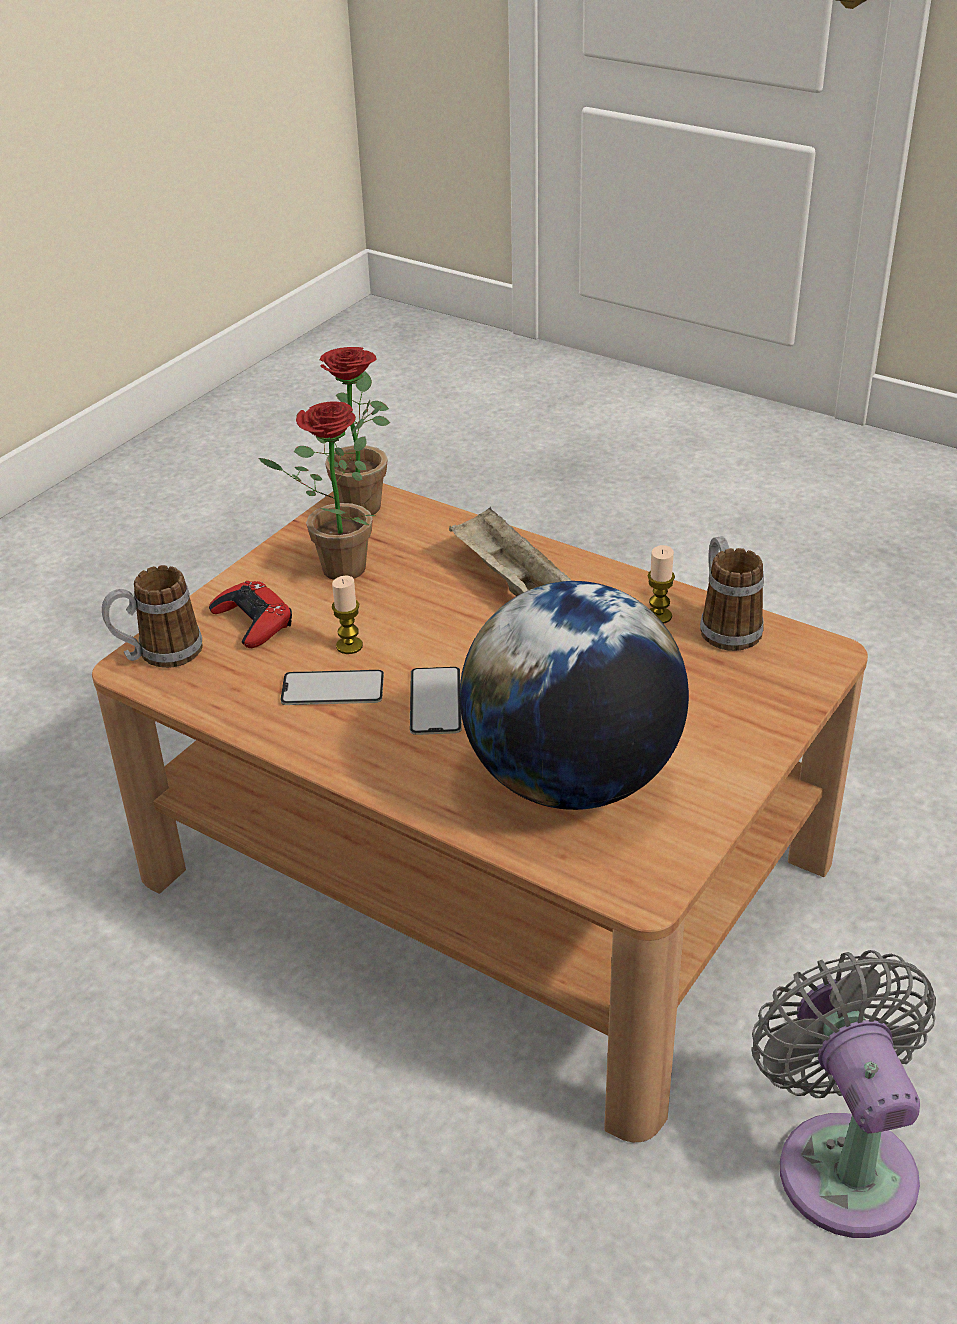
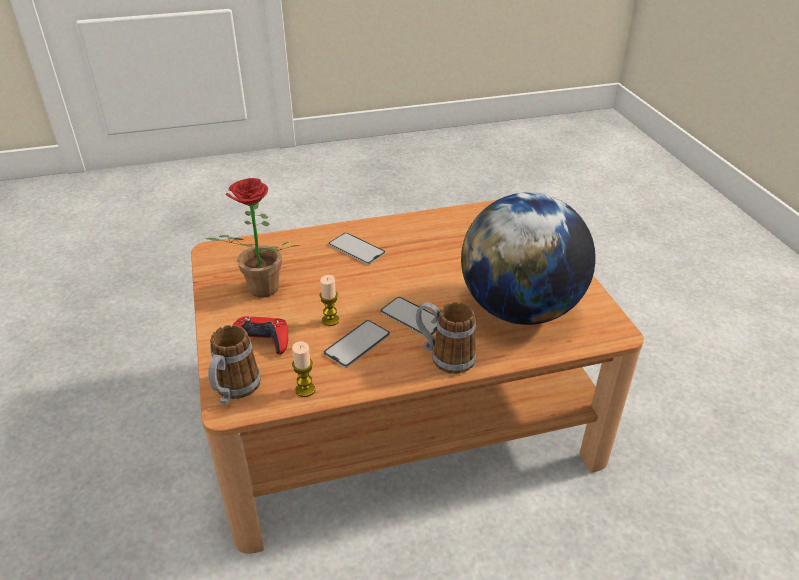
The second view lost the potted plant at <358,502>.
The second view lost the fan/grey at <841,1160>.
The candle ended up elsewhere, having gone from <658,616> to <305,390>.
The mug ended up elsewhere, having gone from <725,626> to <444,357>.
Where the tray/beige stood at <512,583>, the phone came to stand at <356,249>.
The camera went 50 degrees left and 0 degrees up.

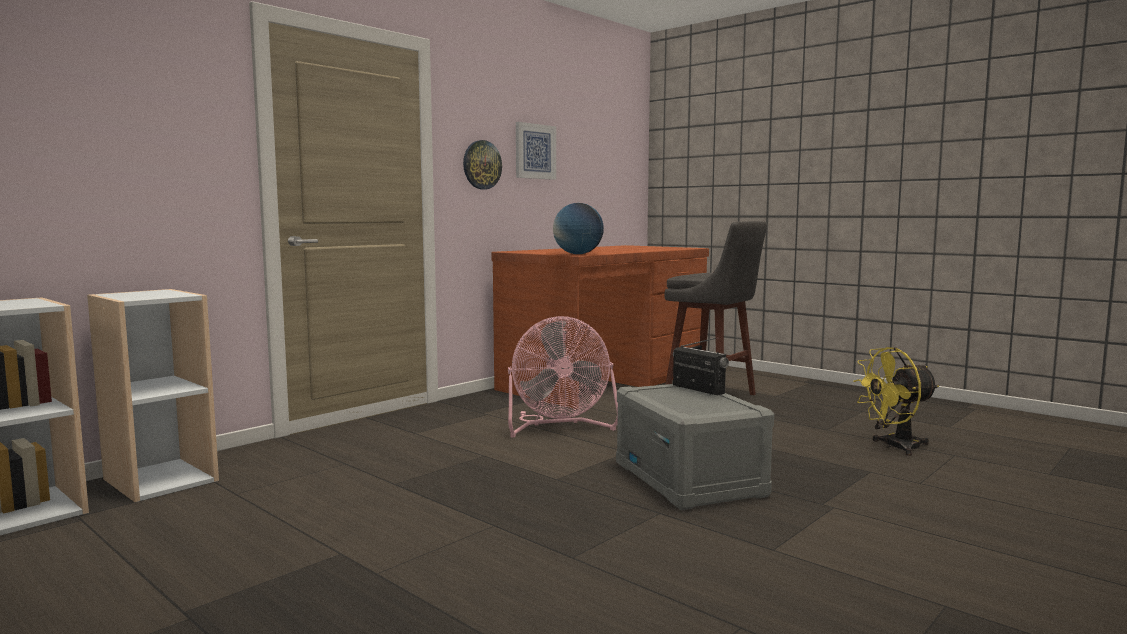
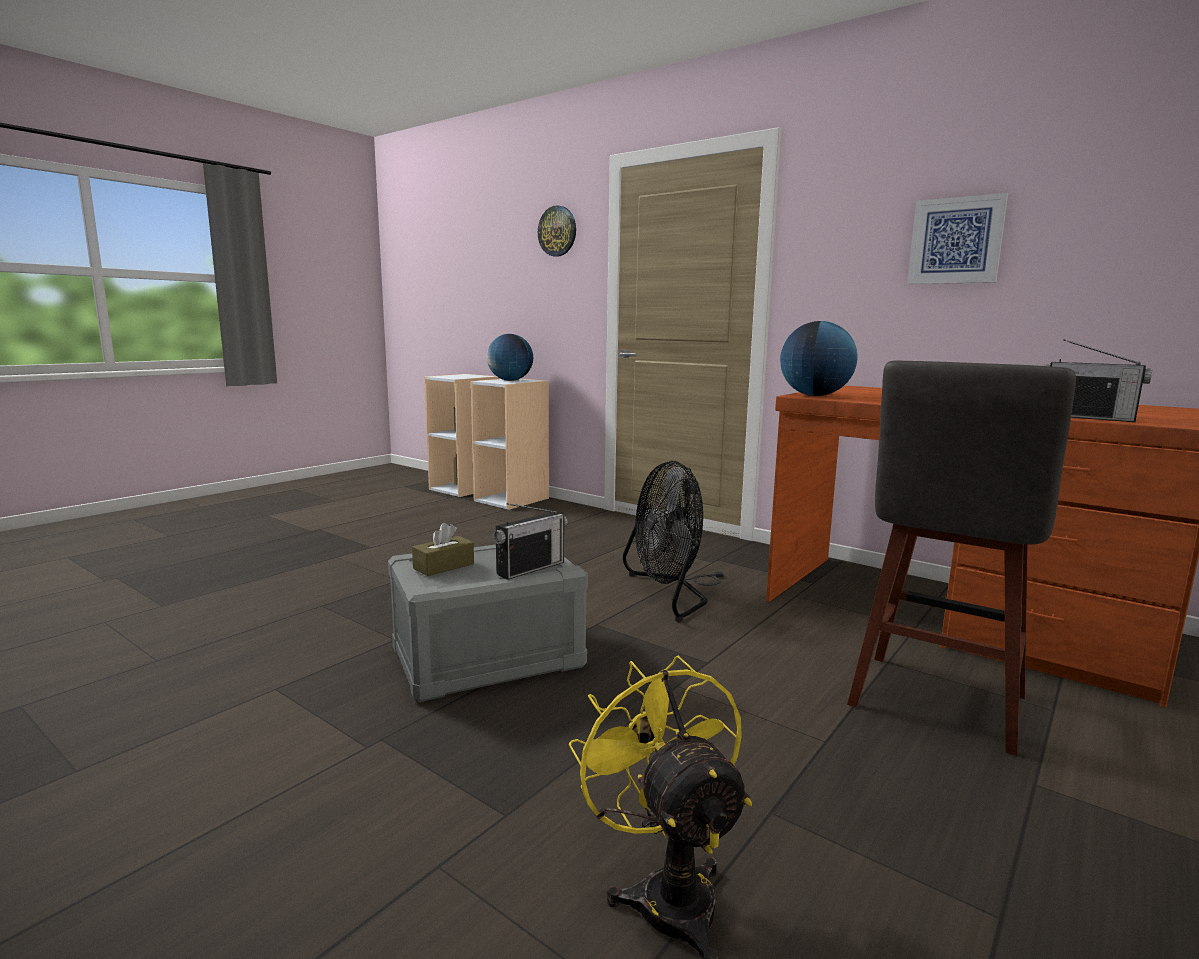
The second view gained the tissue box/brown at <444,566>.
The second view gained the globe at <510,380>.
The second view gained the radio at <1087,418>.
The wall clock ended up elsewhere, having gone from <481,165> to <557,231>.
What was the fan/pink at <555,427> turned into the fan/black at <674,592>.
The camera went 85 degrees right and 5 degrees up.

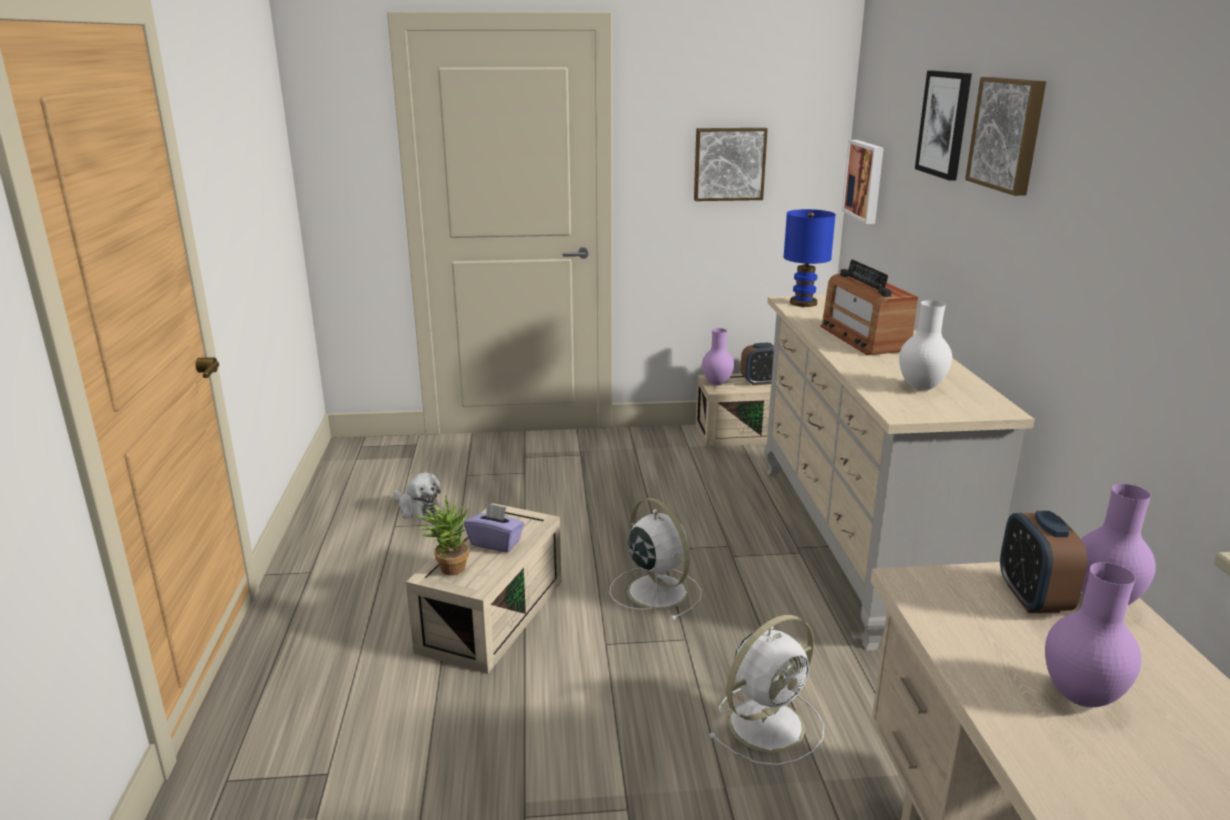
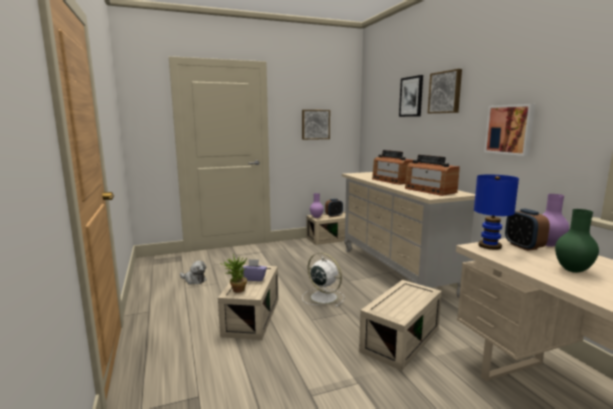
The table lamp/blue ended up elsewhere, having gone from <802,303> to <489,246>.
The picture ended up elsewhere, having gone from <865,180> to <510,129>.
Where the fan/white stood at <769,723>, the storage box/beige came to stand at <400,338>.
Where the vase/white stood at <922,388>, the radio came to stand at <429,190>.
What was the vase/purple at <1078,697> turned into the vase/green at <572,270>.
The camera went 15 degrees left and 10 degrees down.

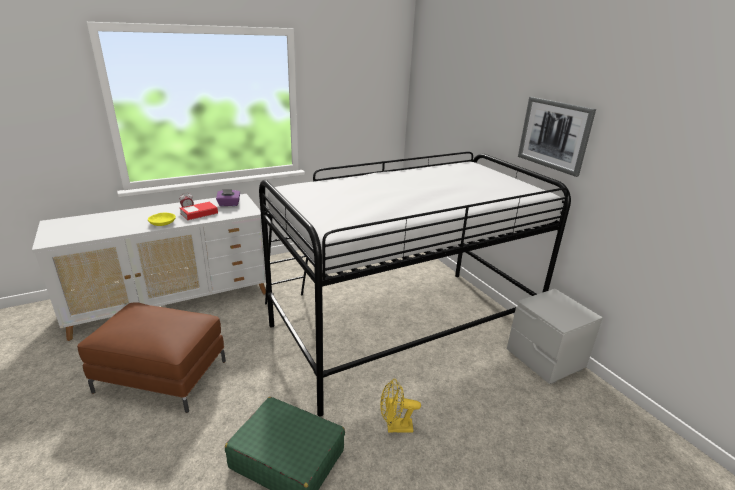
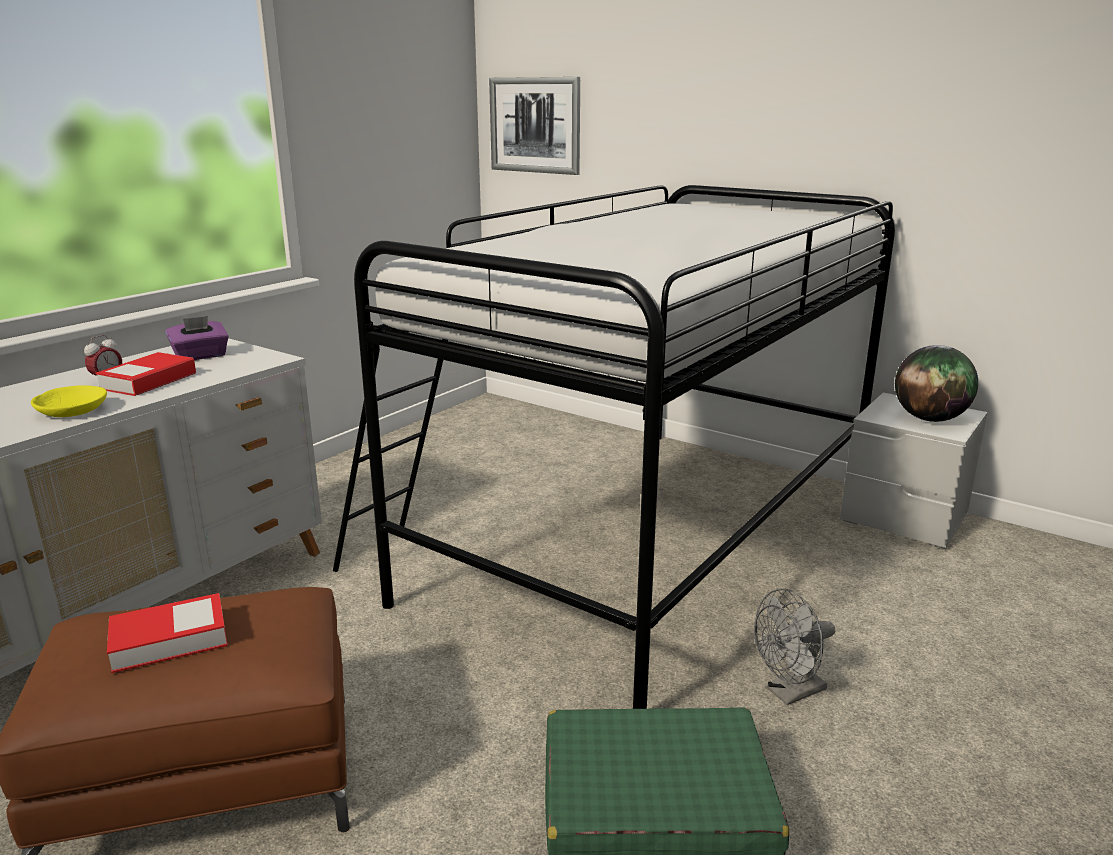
The second view gained the book at <170,640>.
The second view gained the globe at <930,419>.
The picture ended up elsewhere, having gone from <554,135> to <535,125>.
What was the fan/yellow at <395,427> turned into the fan/grey at <789,693>.
The camera went 25 degrees left and 5 degrees down.

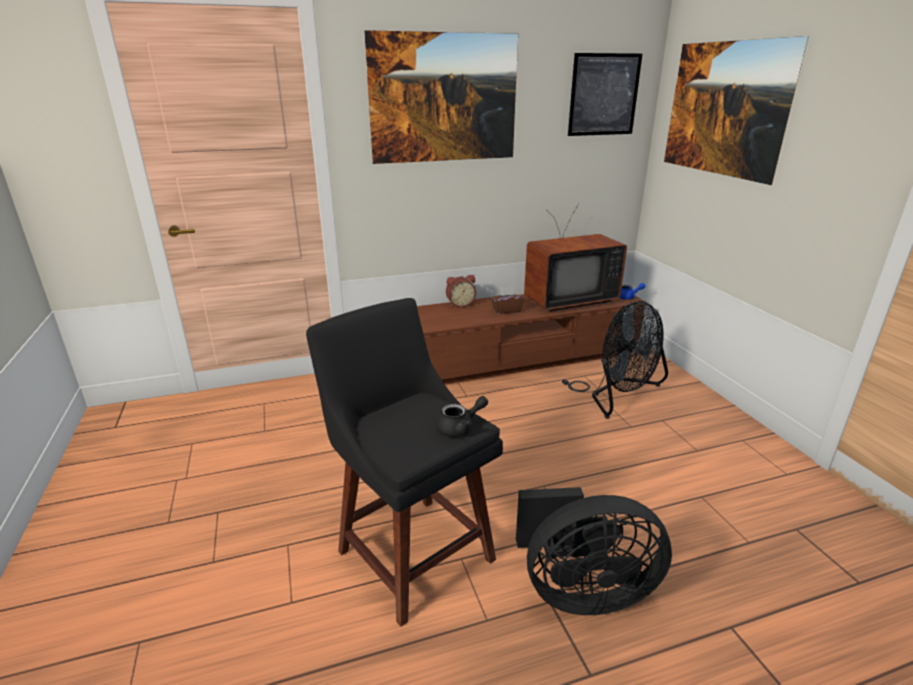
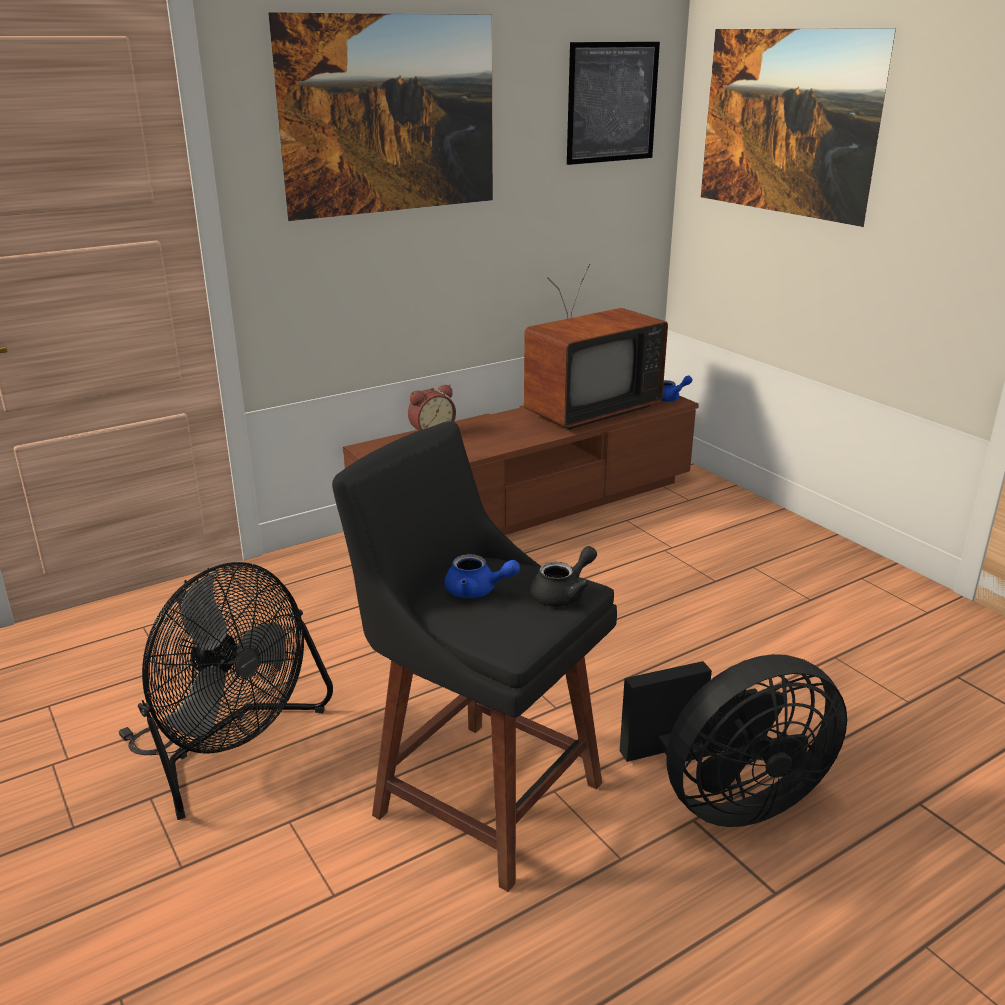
The second view lost the tissue box/brown at <506,310>.
The second view gained the teapot/blue at <477,591>.
The fan/black ended up elsewhere, having gone from <615,394> to <224,749>.
The camera went 15 degrees left and 0 degrees up.

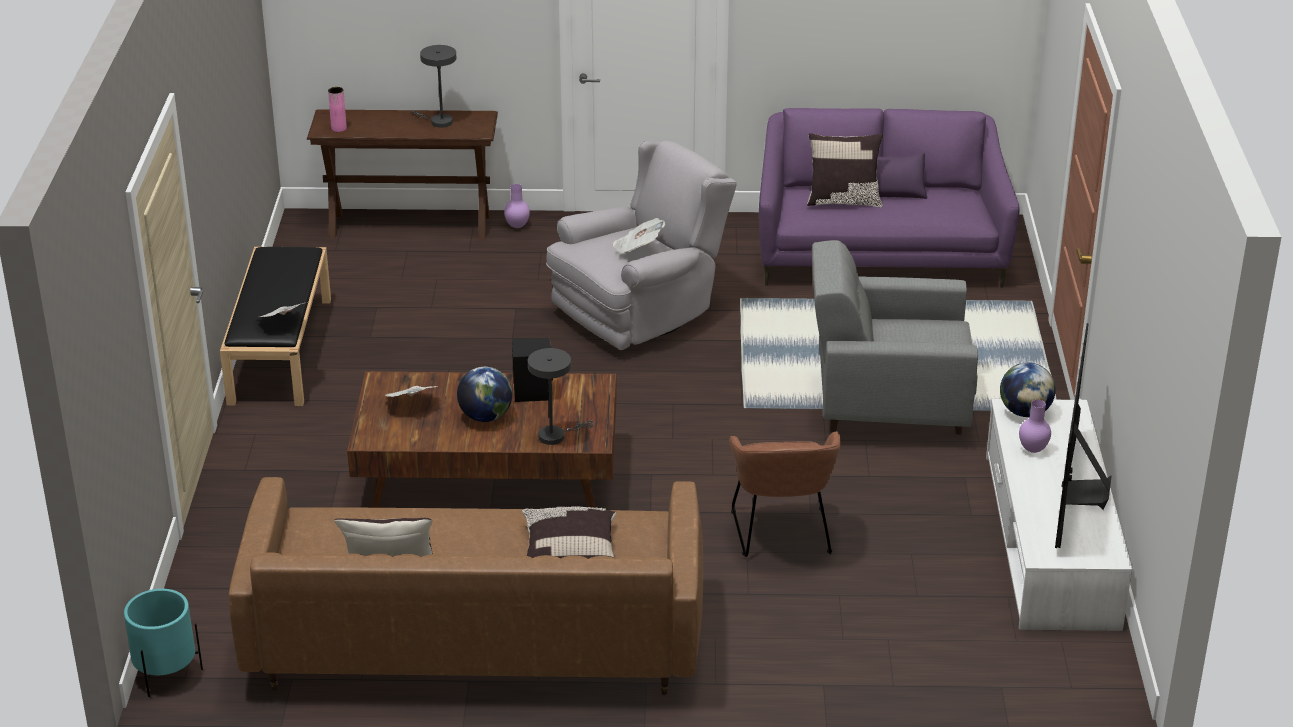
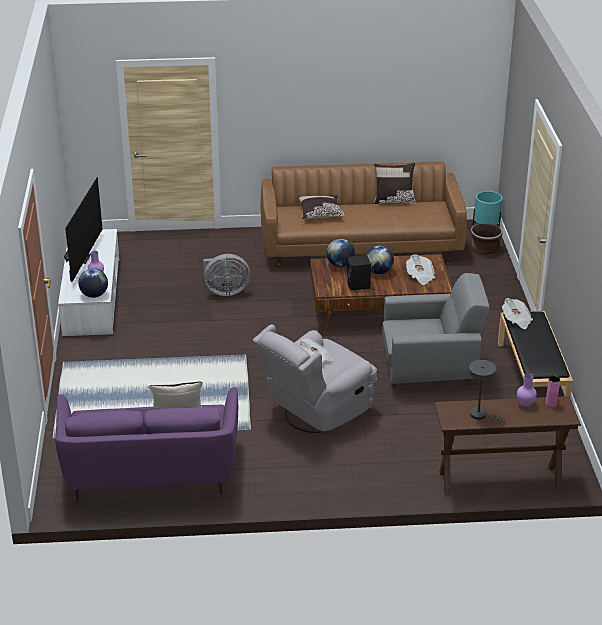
The second view gained the planter/brown at <485,249>.
The vase/purple ended up elsewhere, having gone from <517,226> to <525,404>.
The armchair/grey ended up elsewhere, having gone from <886,407> to <431,371>.
Where the table lamp/grey stood at <555,435>, the globe came to stand at <340,265>.
Where the armchair/brown stood at <782,536>, the fan/grey came to stand at <225,291>.
The camera went 175 degrees right and 0 degrees up.

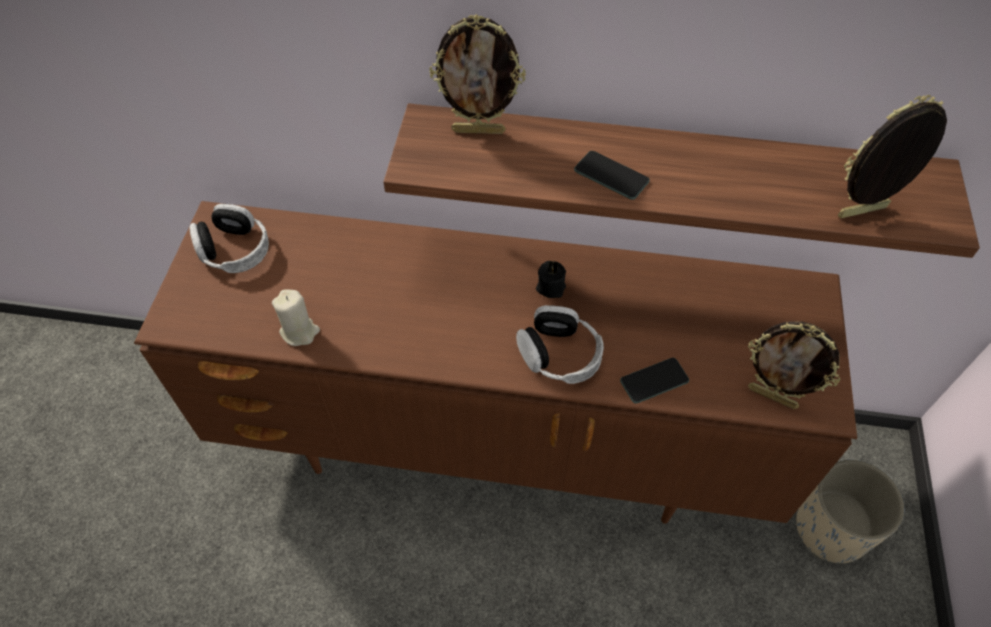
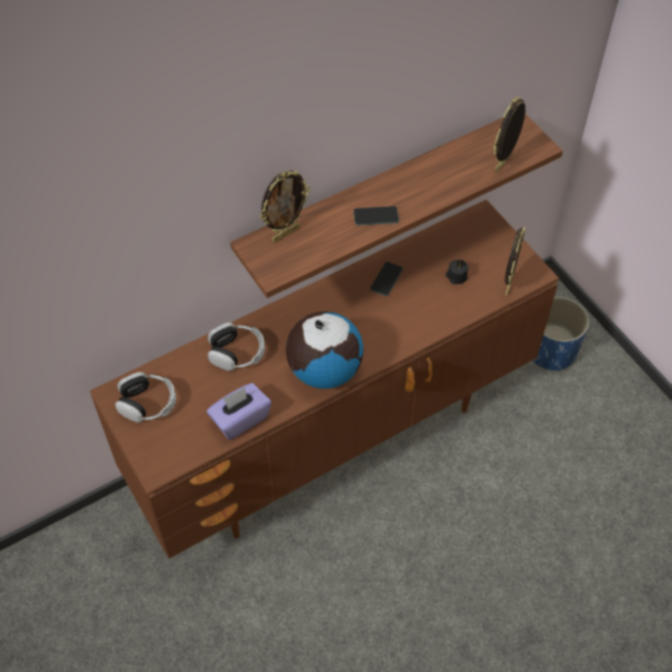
The second view gained the globe at <324,370>.
The headphones ended up elsewhere, having gone from <559,354> to <237,353>.
The candle/black ended up elsewhere, having gone from <550,286> to <456,276>.
The phone ended up elsewhere, having gone from <654,381> to <386,279>.
Where the candle/beige stood at <300,332>, the tissue box/purple came to stand at <240,419>.
What was the planter/beige at <831,529> turned into the planter/blue at <551,351>.
The picture frame at <773,396> ended up facing another way, 60 degrees counterclockwise from before.
The camera went 40 degrees left and 0 degrees up.

